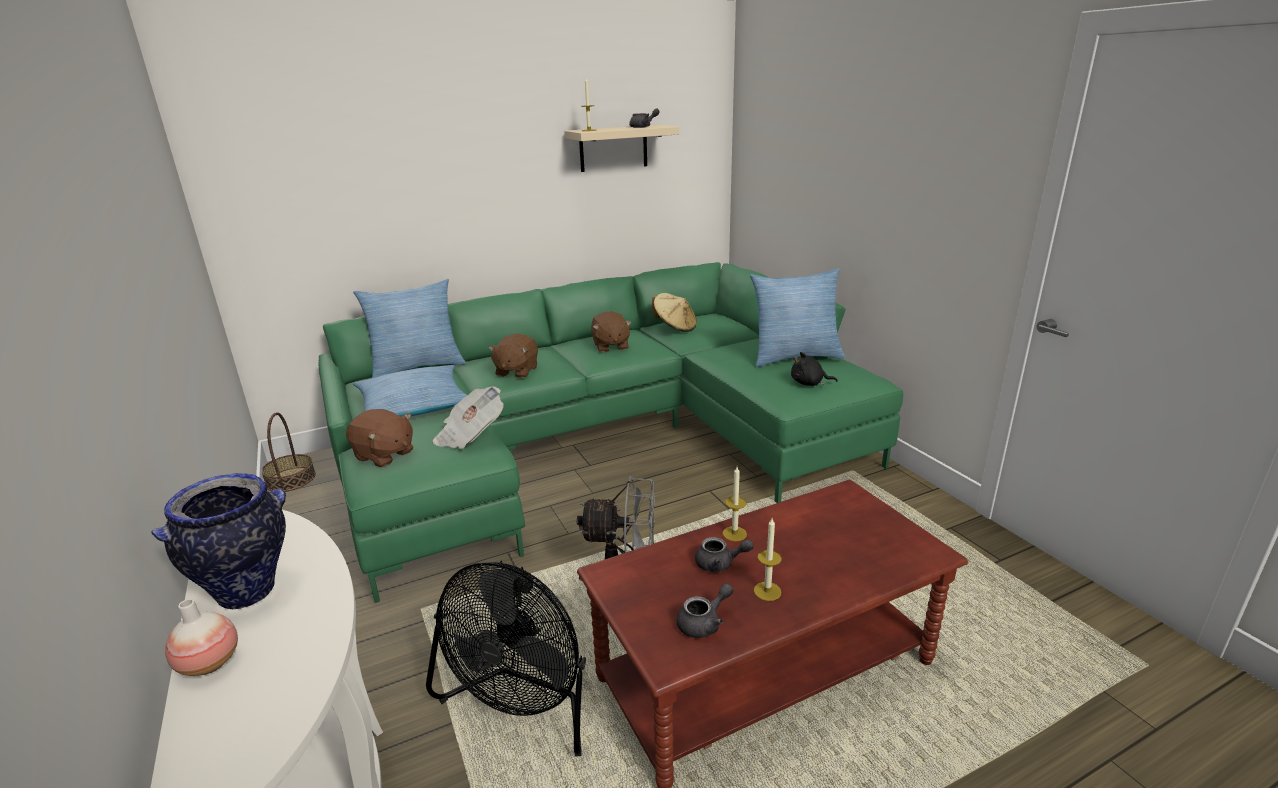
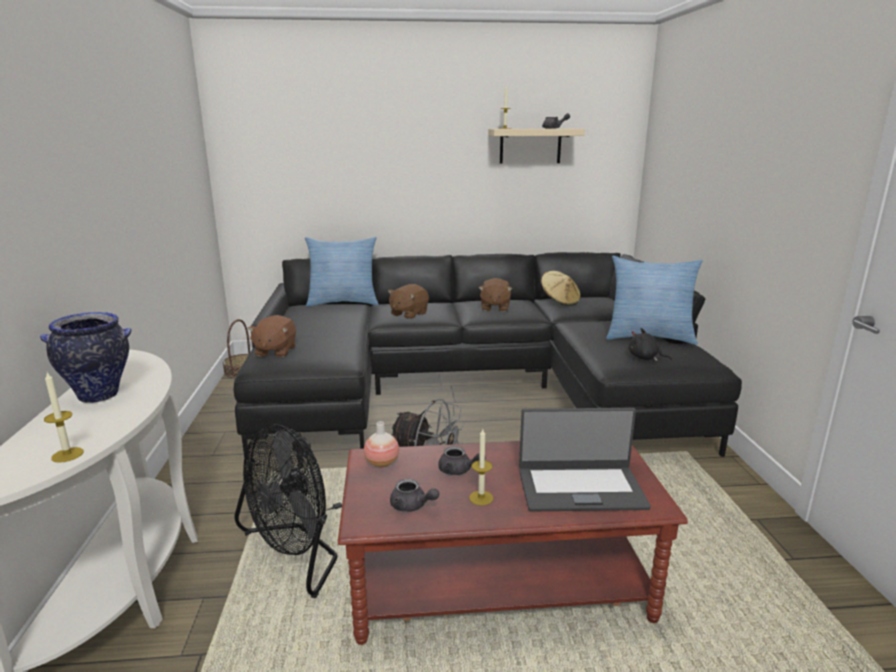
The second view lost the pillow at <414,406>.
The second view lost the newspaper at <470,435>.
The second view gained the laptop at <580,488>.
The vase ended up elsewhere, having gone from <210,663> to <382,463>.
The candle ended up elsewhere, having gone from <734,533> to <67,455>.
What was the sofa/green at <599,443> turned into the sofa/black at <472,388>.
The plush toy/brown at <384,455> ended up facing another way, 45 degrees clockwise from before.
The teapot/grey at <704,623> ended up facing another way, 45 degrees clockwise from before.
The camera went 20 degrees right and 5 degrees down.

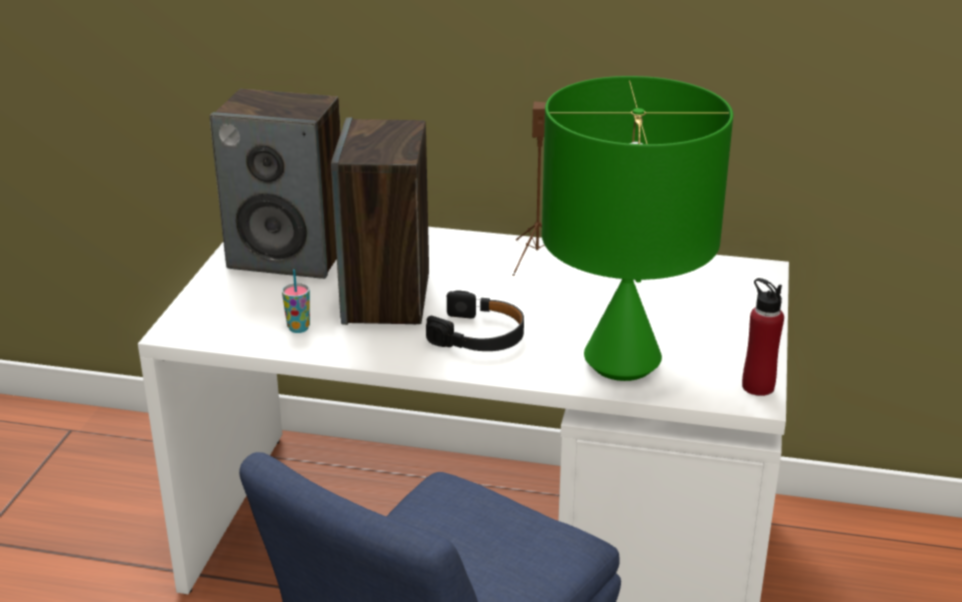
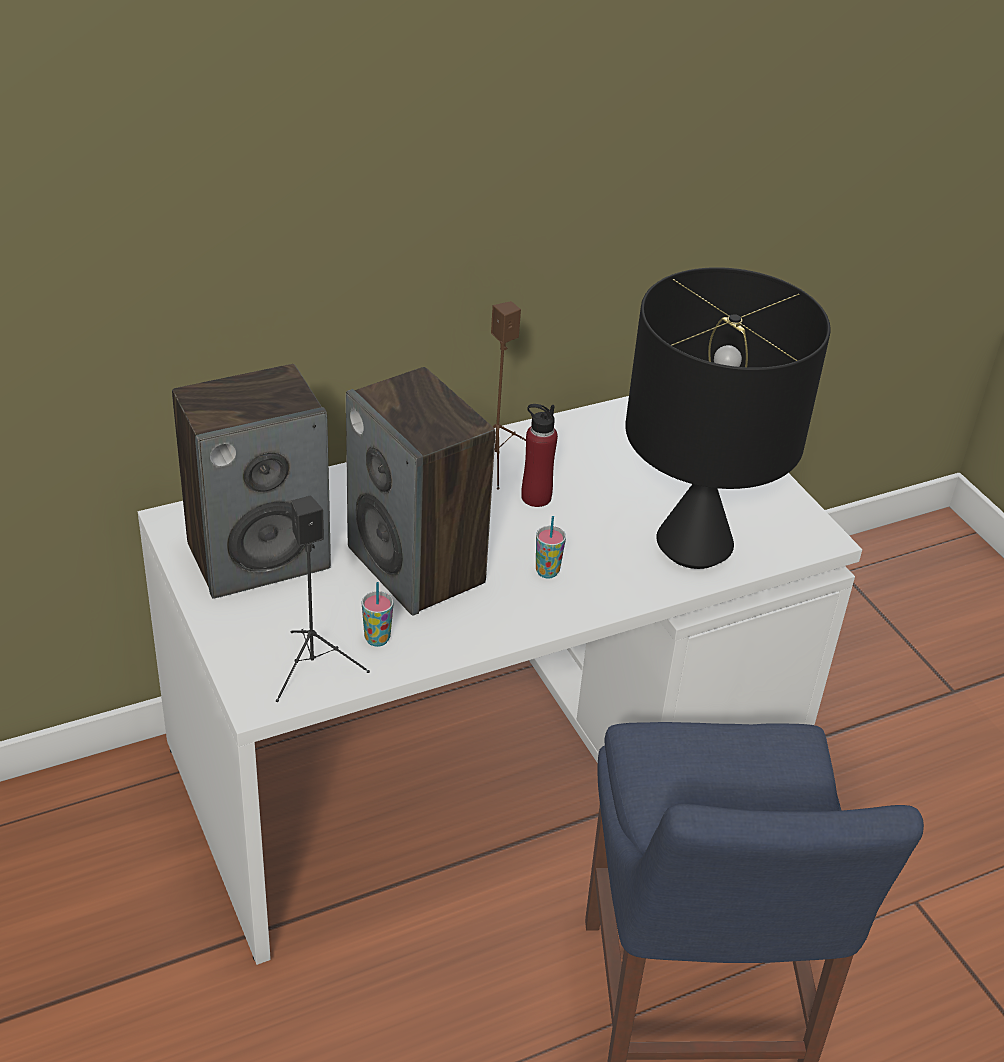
The second view gained the speaker/black at <314,667>.
The bottle/red ended up elsewhere, having gone from <757,386> to <536,497>.
Where the headphones/black stood at <478,335>, the cup came to stand at <547,572>.
What was the table lamp/green at <621,364> turned into the table lamp/black at <693,549>.
The camera went 40 degrees left and 10 degrees up.

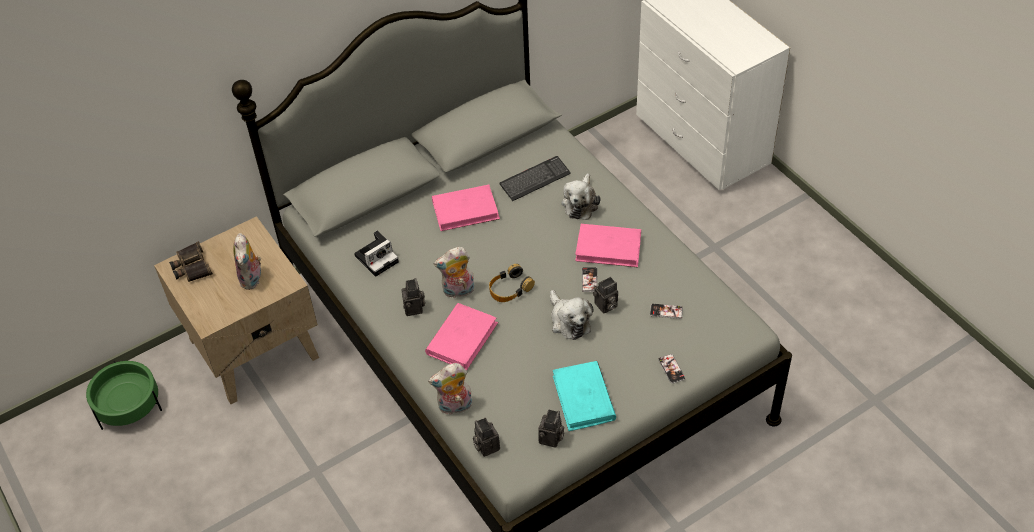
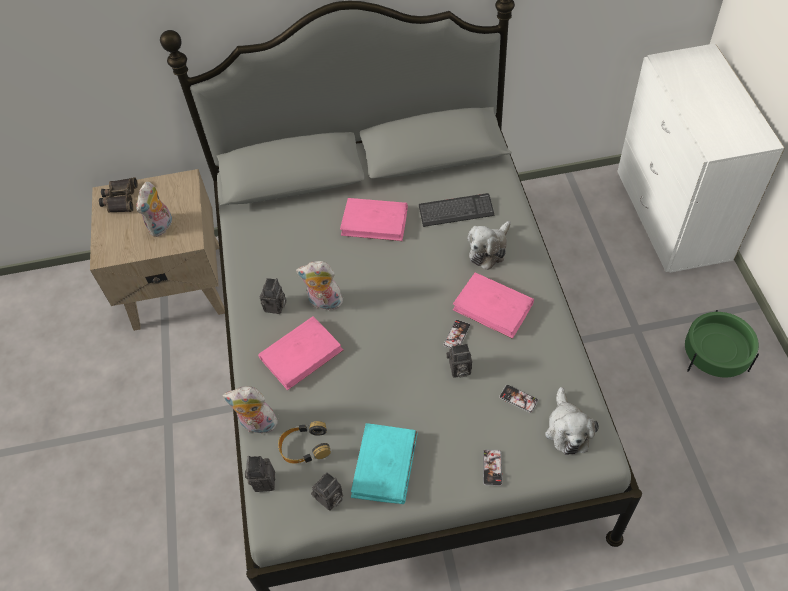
The second view lost the photo camera at <377,258>.
The planter/green ended up elsewhere, having gone from <129,406> to <714,356>.
The headphones ended up elsewhere, having gone from <510,288> to <304,446>.
The plush toy ended up elsewhere, having gone from <569,321> to <567,429>.
The camera went 25 degrees right and 5 degrees up.

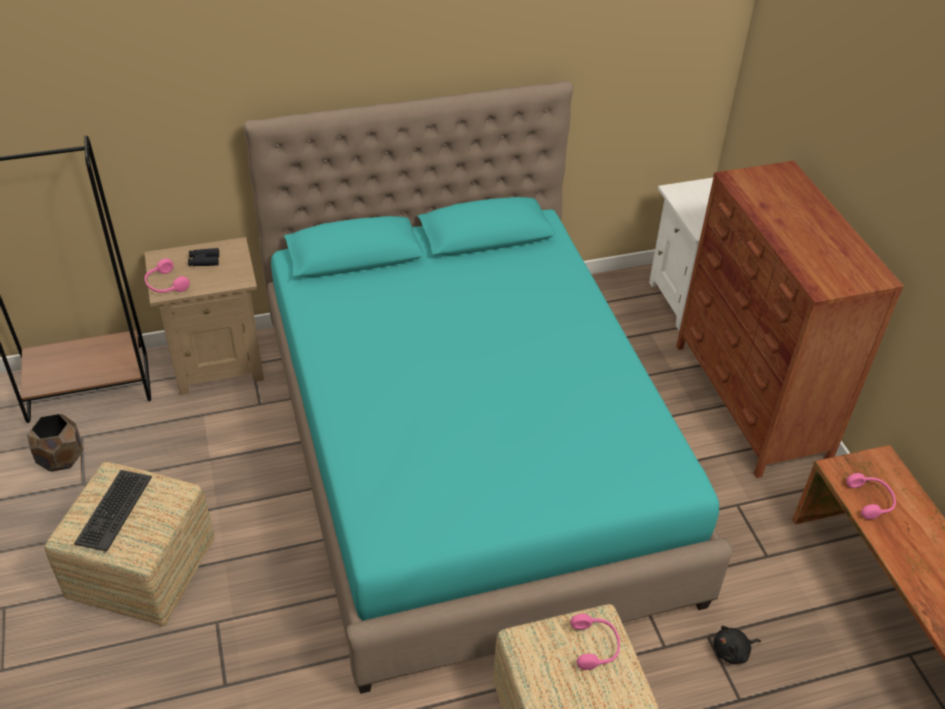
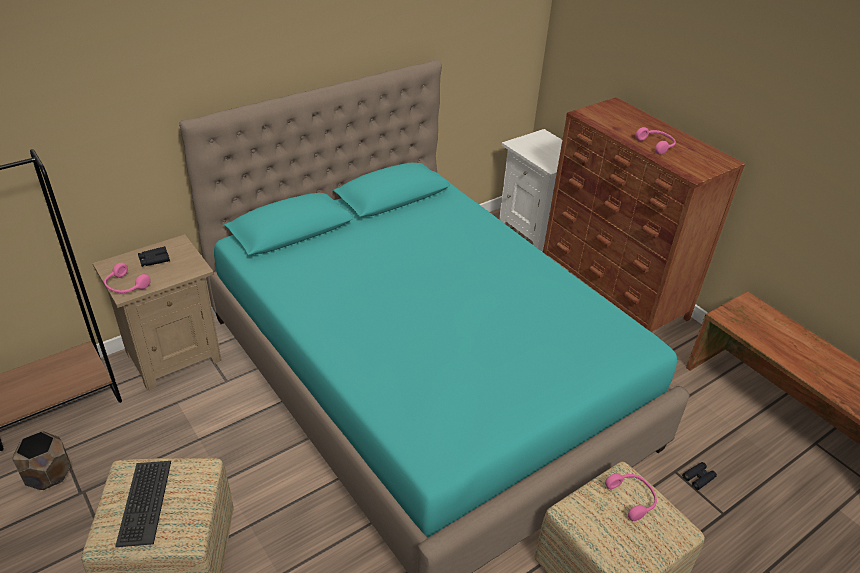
The headphones/pink ended up elsewhere, having gone from <871,500> to <656,145>.
Where the plush toy/black stood at <732,651>, the binoculars/black came to stand at <698,478>.
The camera went 20 degrees left and 5 degrees down.

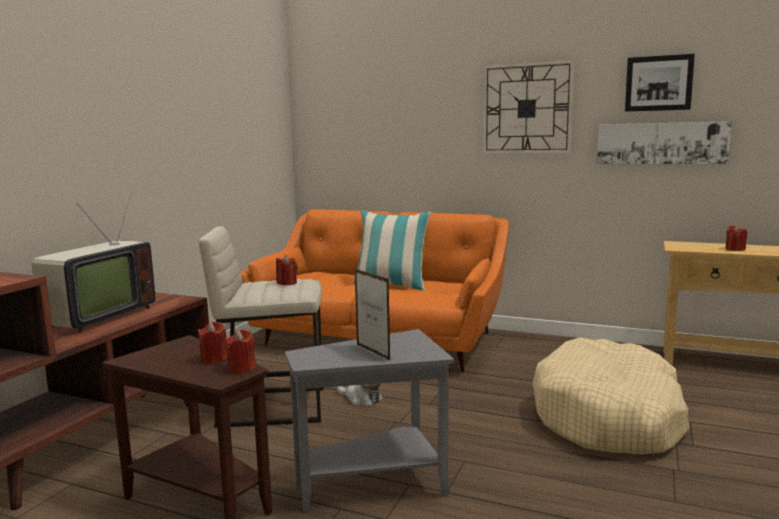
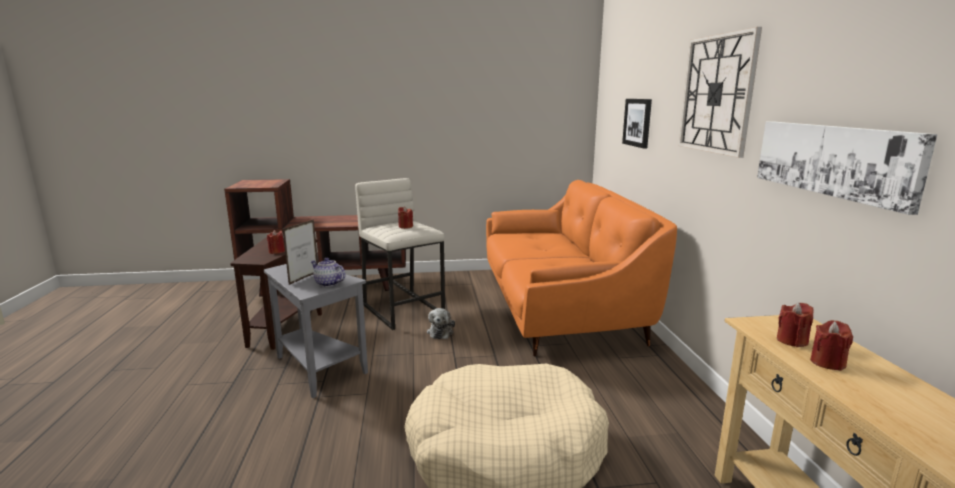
The second view lost the television at <96,318>.
The second view lost the pillow at <392,285>.
The second view gained the teapot at <328,283>.
The candle/red ended up elsewhere, having gone from <242,368> to <792,341>.
The picture ended up elsewhere, having gone from <658,83> to <638,122>.
The camera went 60 degrees right and 5 degrees up.

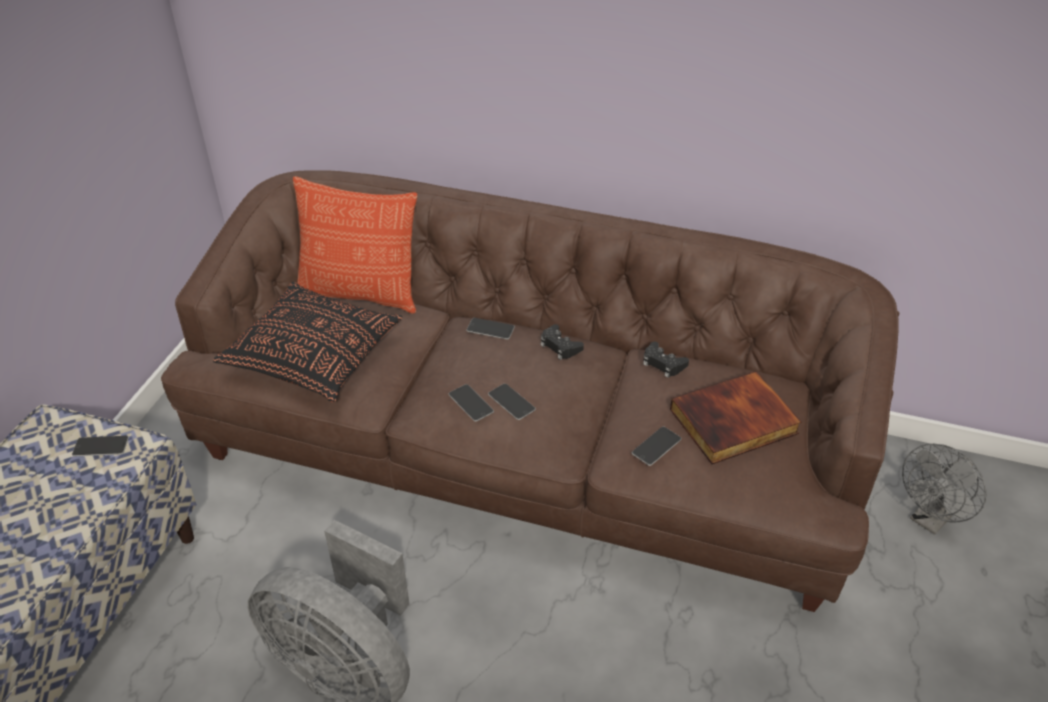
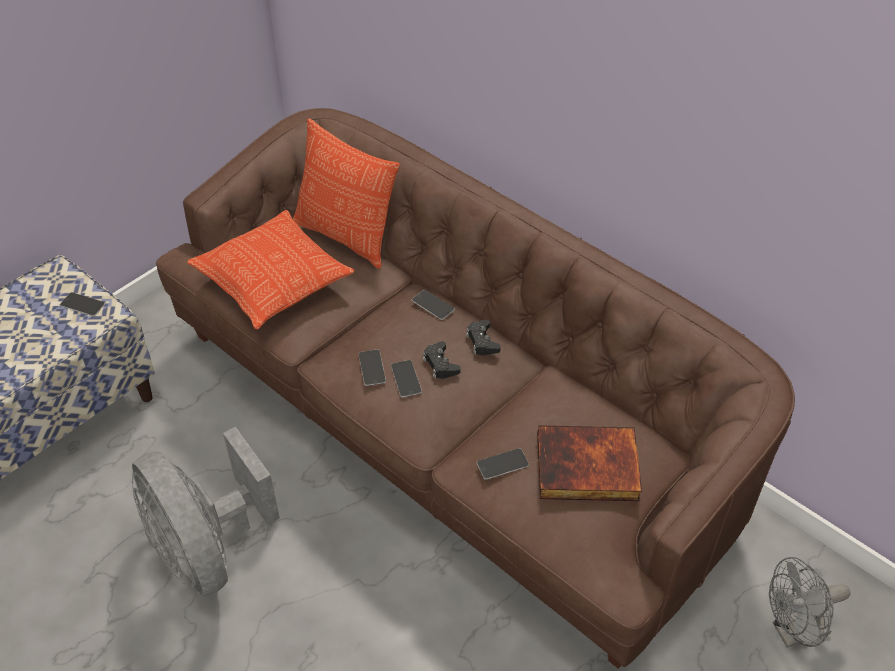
The game controller/black ended up elsewhere, having gone from <663,363> to <440,364>.
What was the pillow/black at <314,357> turned into the pillow/orange at <274,283>.
The camera went 25 degrees right and 5 degrees up.

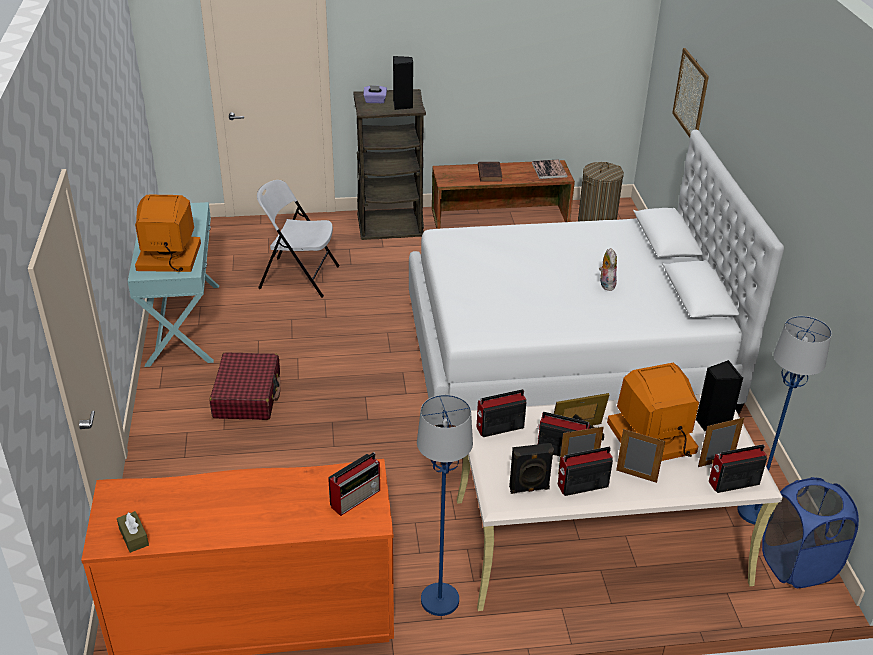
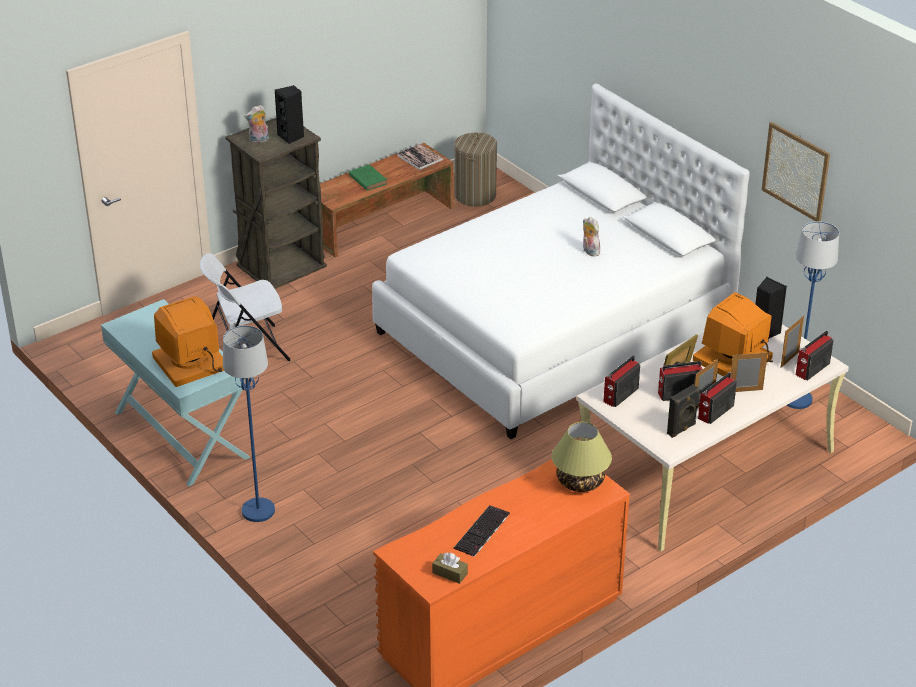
The second view lost the suitcase/red at <247,395>.
The second view lost the laundry basket/blue at <798,565>.
The second view gained the keyboard at <482,532>.
The floor lamp/blue ended up elsewhere, having gone from <439,600> to <258,511>.
The picture ended up elsewhere, having gone from <691,94> to <796,171>.
Where the radio stood at <356,498>, the table lamp came to stand at <579,481>.
Where the tissue box/purple stood at <375,101>, the plush toy came to stand at <259,140>.
What was the book/brown at <489,173> turned into the book/green at <367,179>.
The camera went 30 degrees left and 0 degrees up.

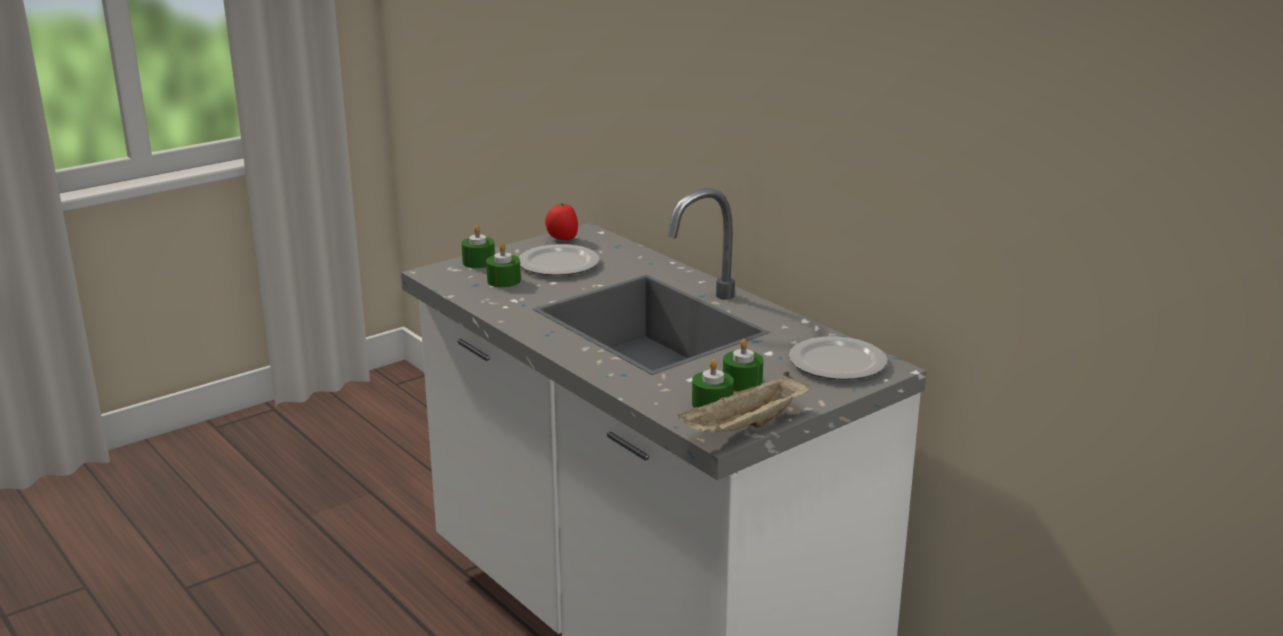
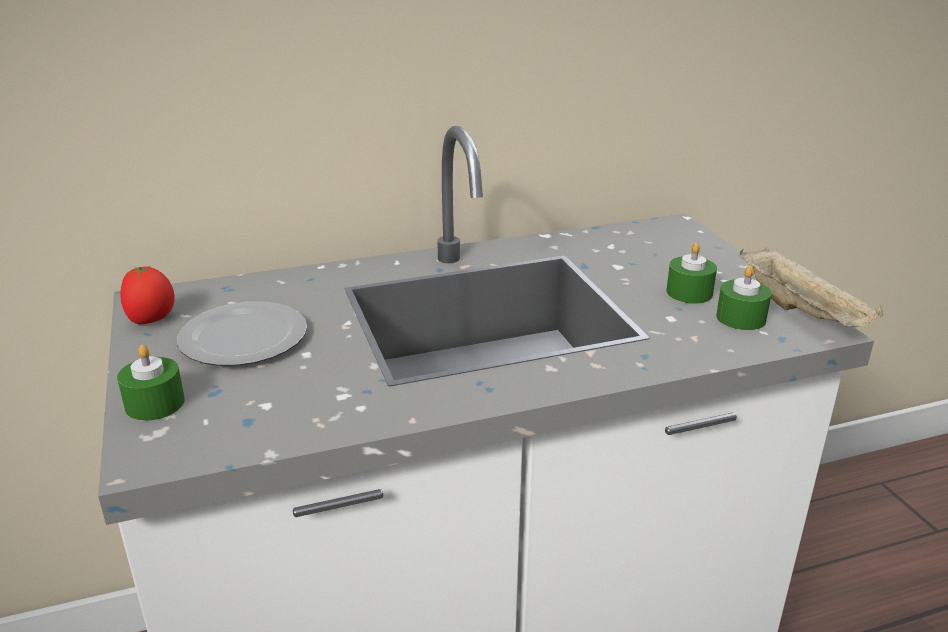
The second view lost the candle/green at <504,281>.
The second view lost the plate at <836,363>.
The camera went 70 degrees left and 5 degrees up.

